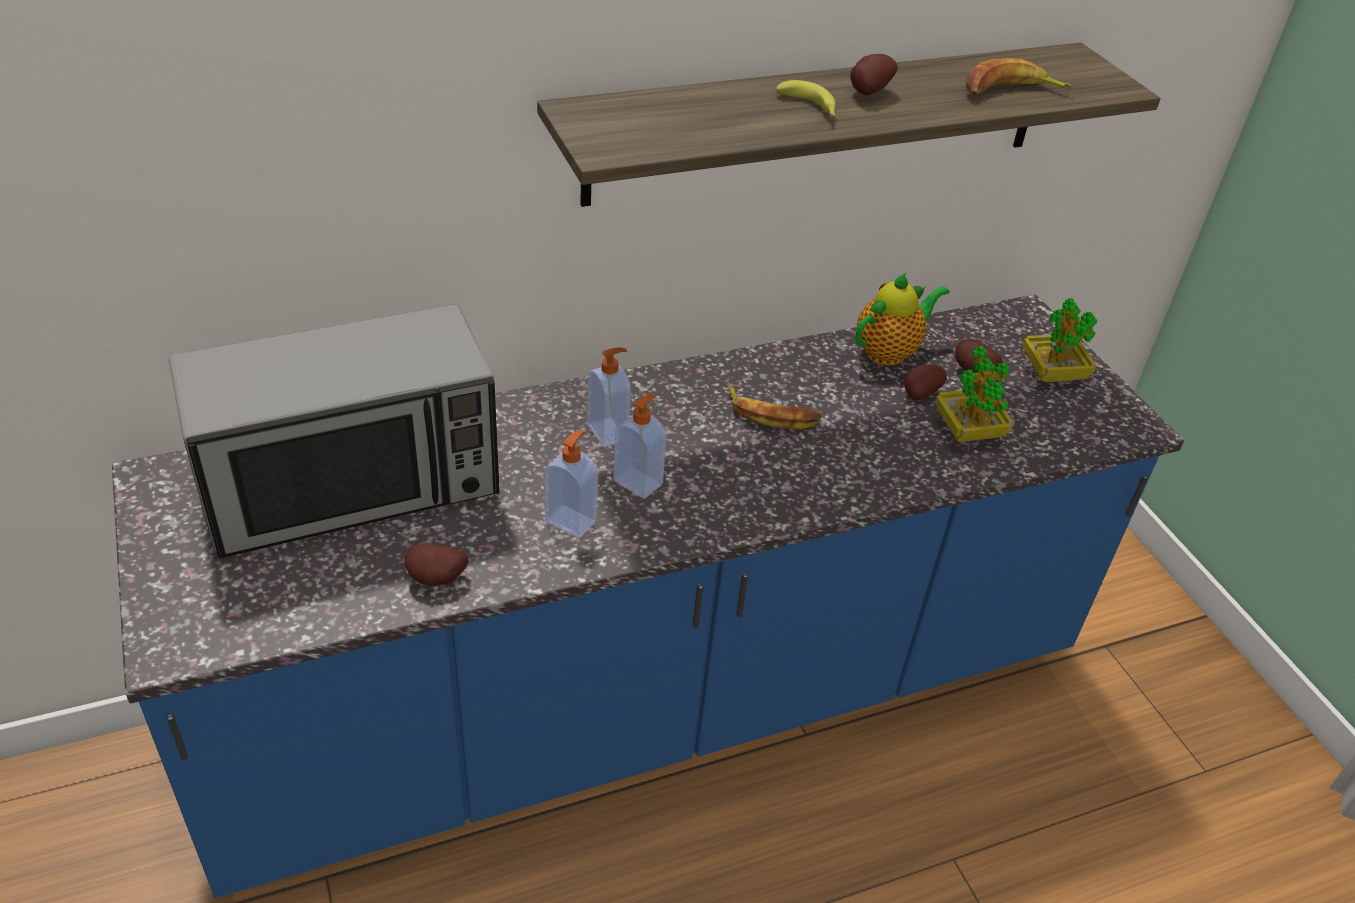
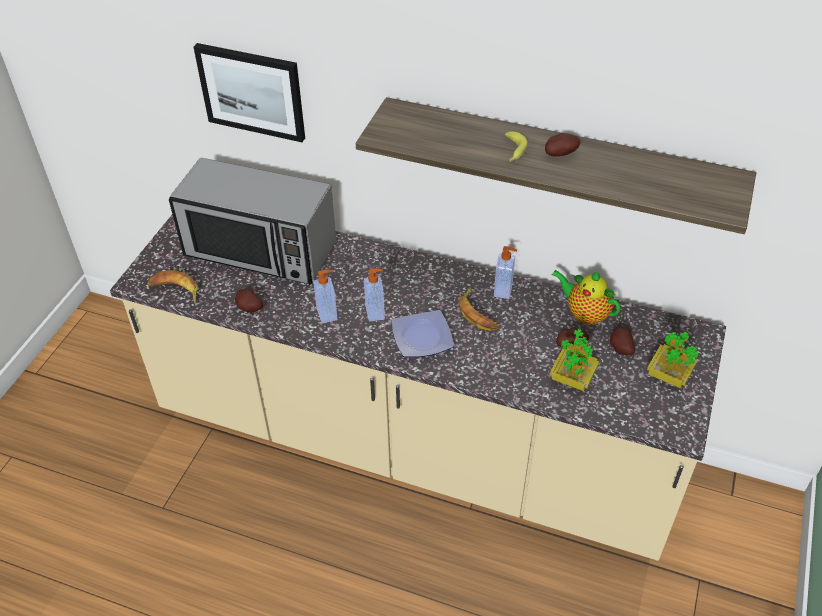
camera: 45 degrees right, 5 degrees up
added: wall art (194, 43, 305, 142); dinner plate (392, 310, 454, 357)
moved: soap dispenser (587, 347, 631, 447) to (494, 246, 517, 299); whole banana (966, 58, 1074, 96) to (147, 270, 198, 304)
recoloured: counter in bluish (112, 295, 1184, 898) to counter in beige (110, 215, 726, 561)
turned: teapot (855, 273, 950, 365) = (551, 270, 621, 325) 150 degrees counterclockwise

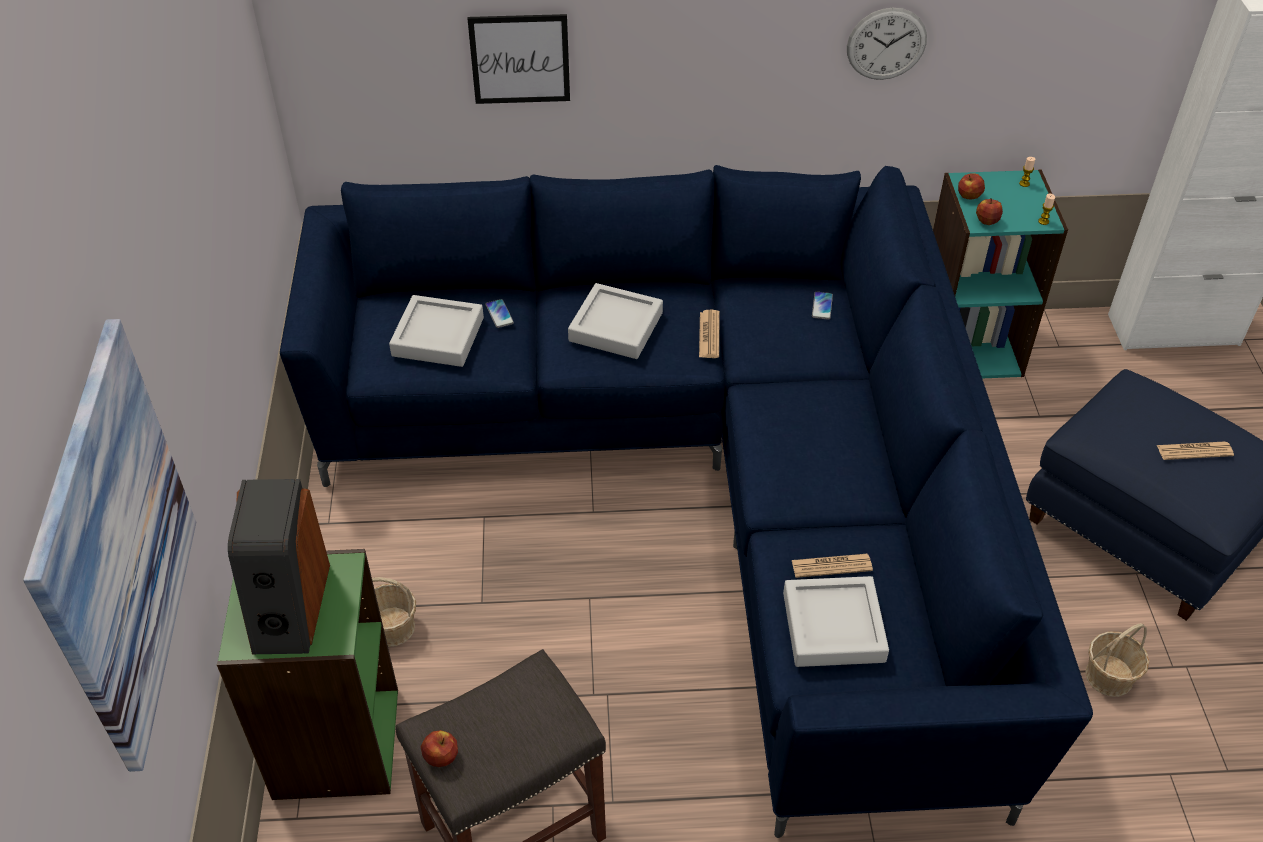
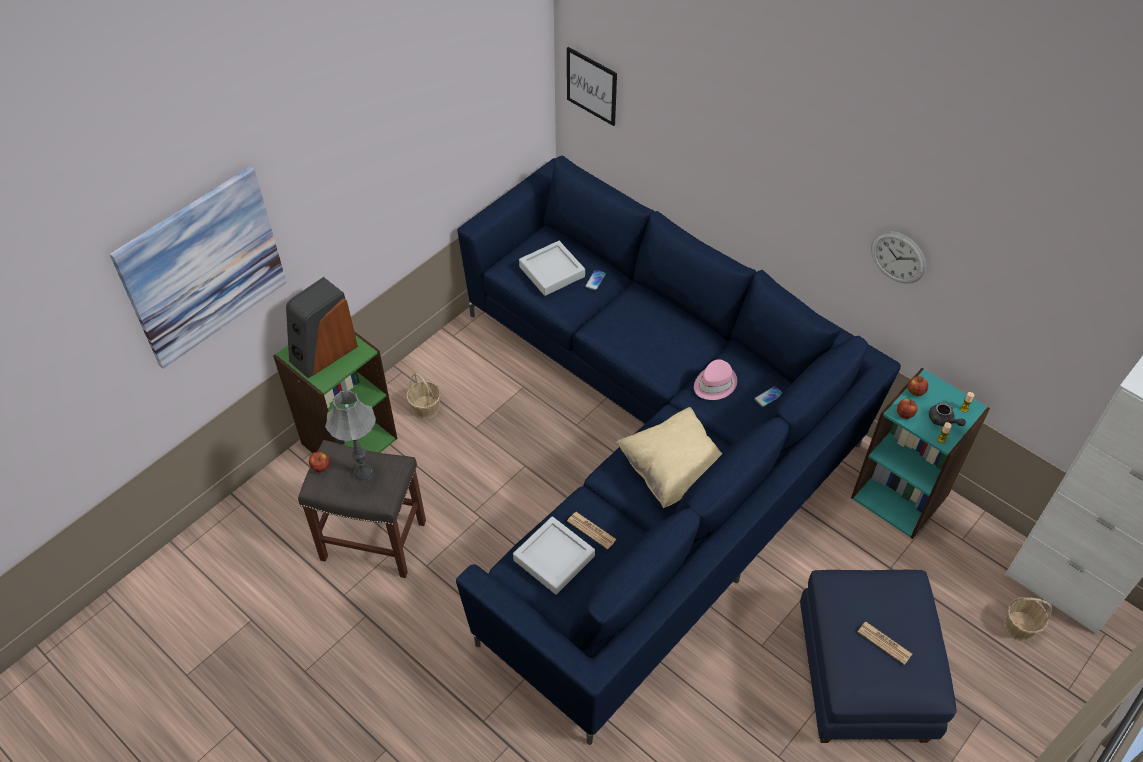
camera: 45 degrees right, 5 degrees up
removed: serving tray in greyish (568, 283, 663, 359); daily paper (699, 310, 719, 358)
added: tabletop lamp in greyish (325, 390, 376, 482); pillow in beige (616, 407, 723, 508); clothing hat in pink (694, 359, 737, 400); teapot in greyish (929, 402, 966, 426)
moved: wall art (467, 14, 570, 104) to (567, 47, 617, 126); storage basket (1085, 623, 1149, 697) to (1004, 597, 1052, 641)

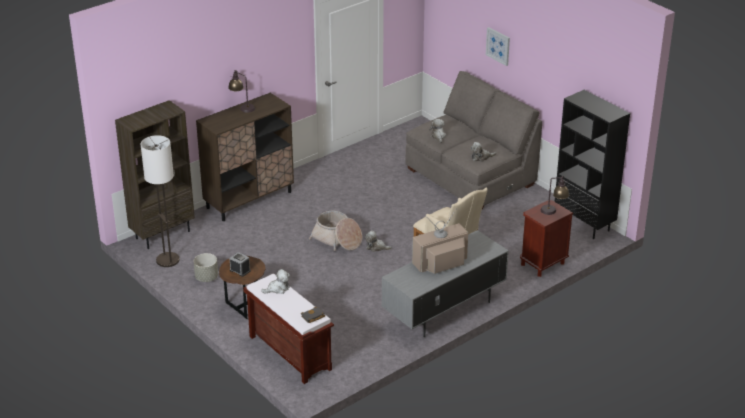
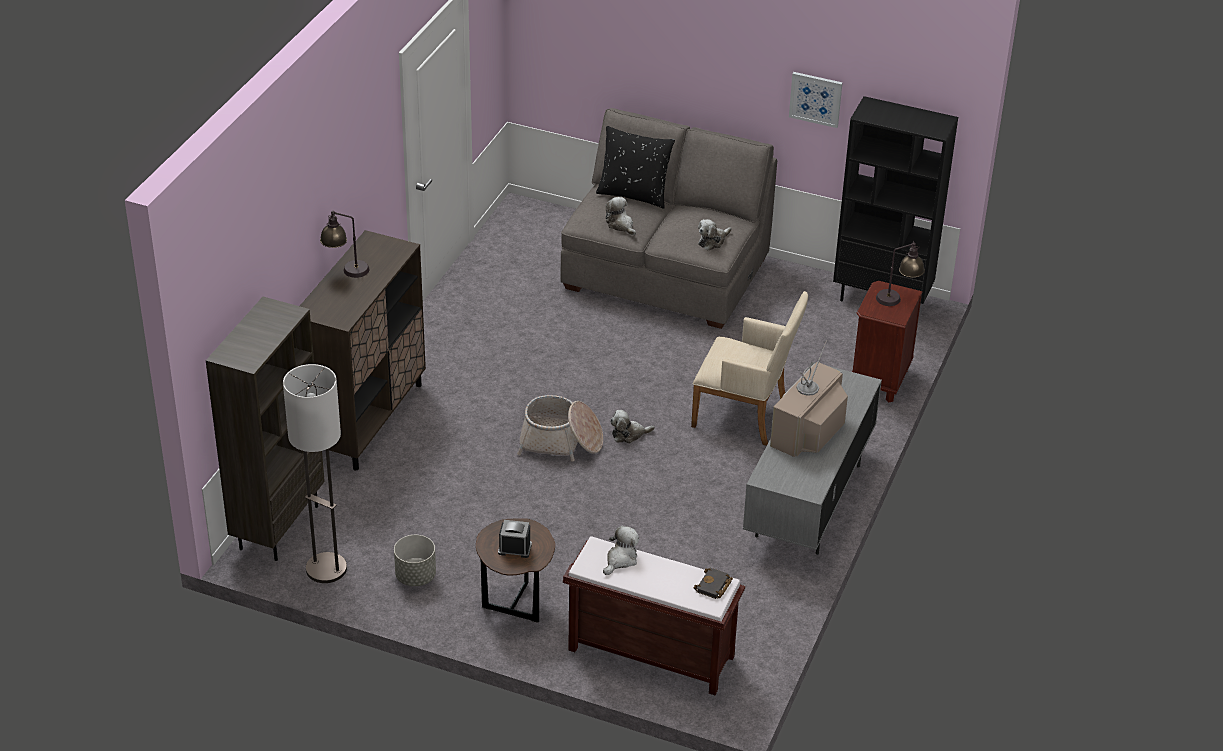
camera: 30 degrees left, 5 degrees up
added: pillow in black-coloured (596, 126, 675, 208)
moved: wall art (486, 27, 510, 66) to (789, 72, 843, 128)

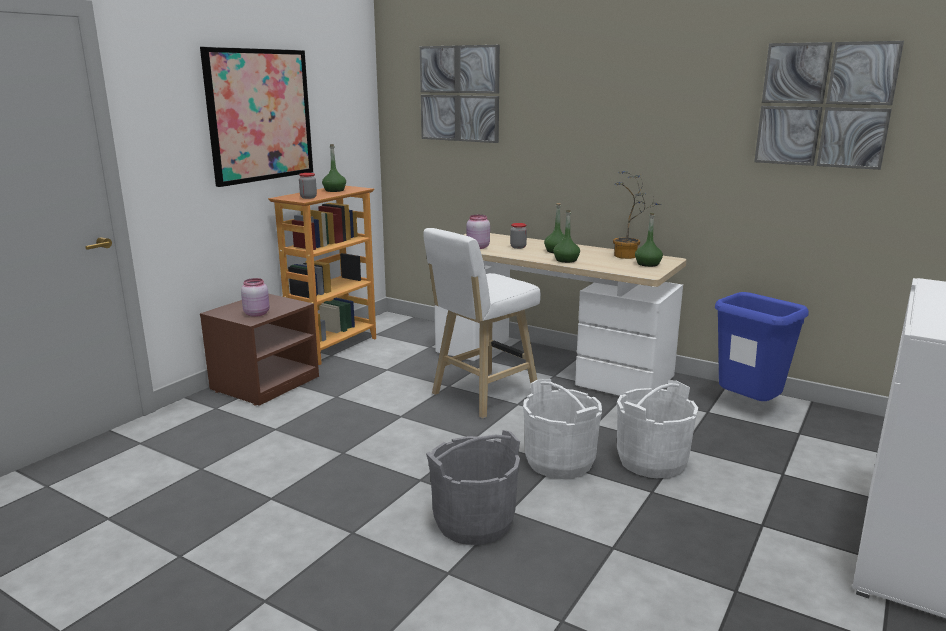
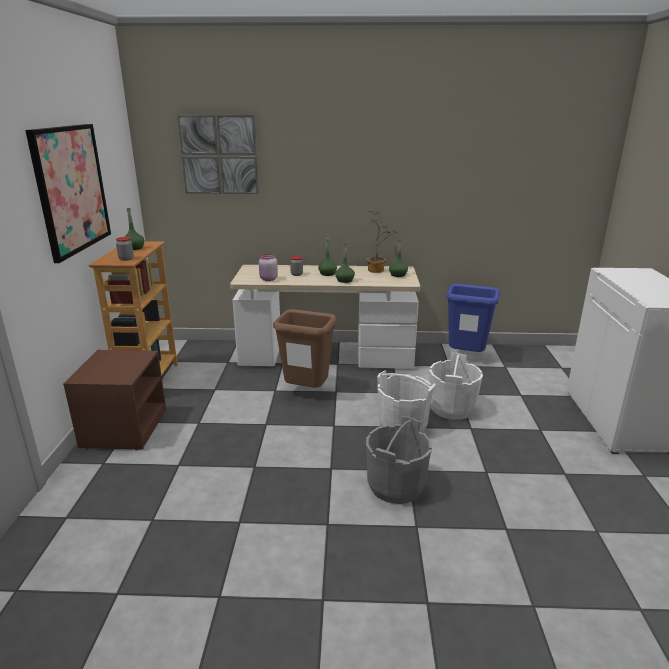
camera: 30 degrees left, 5 degrees up
removed: preserve jar in pink (241, 278, 270, 317); wall art (754, 41, 904, 170)
replaced: sitting stool in whitish (424, 228, 541, 418) to rubbish bin in brownish (273, 309, 337, 388)

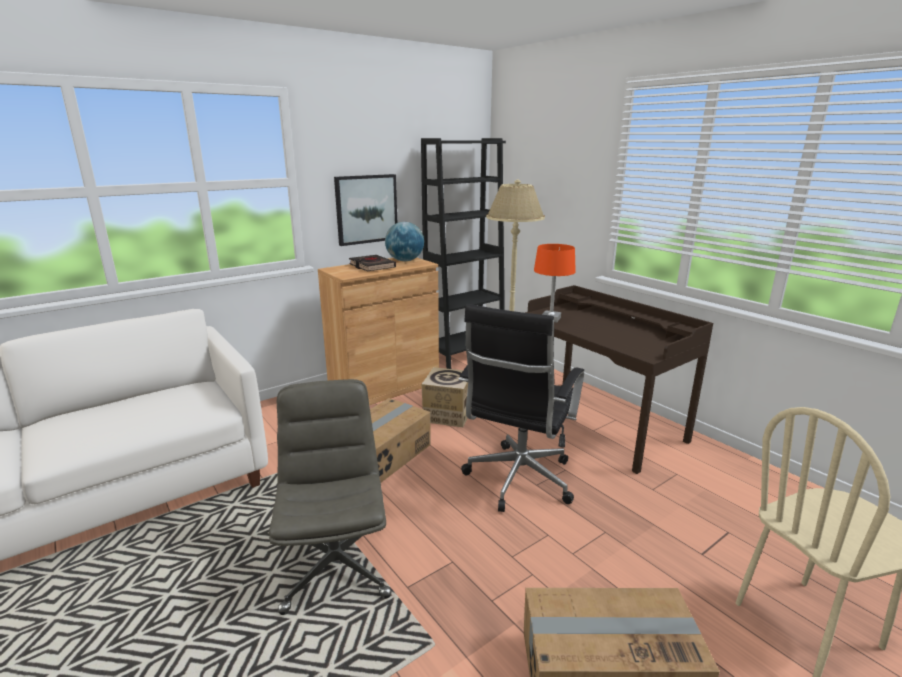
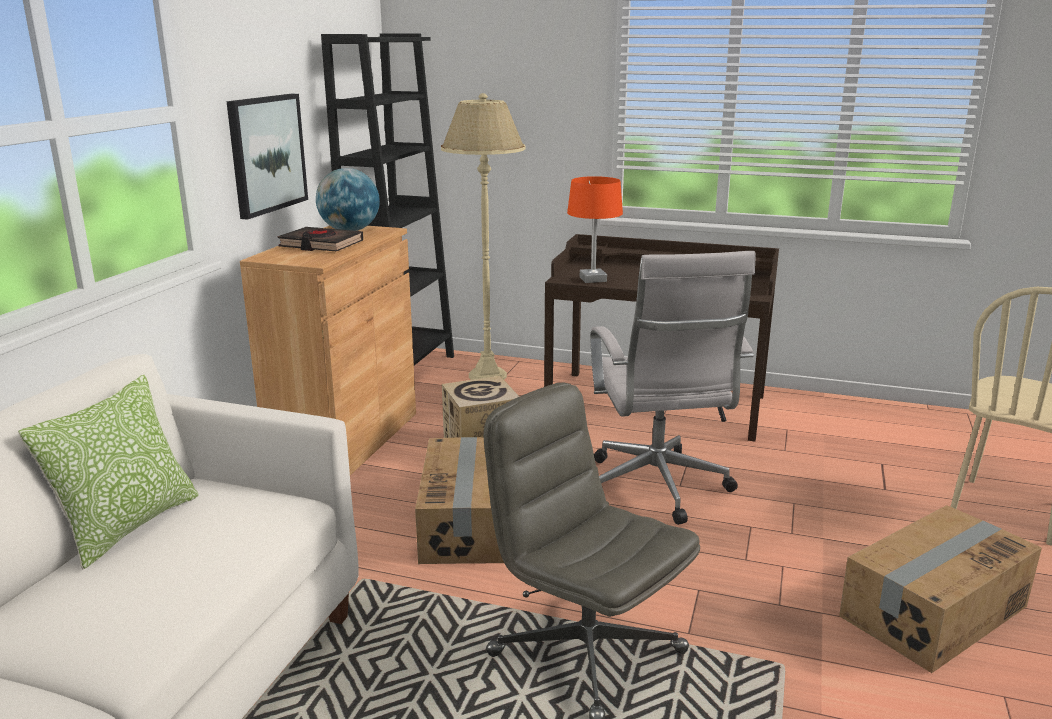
camera: 35 degrees left, 0 degrees up
added: pillow (18, 375, 199, 570)
recoloured: computer chair in black-coloured (459, 304, 584, 512) to computer chair in whitish (590, 251, 756, 525)

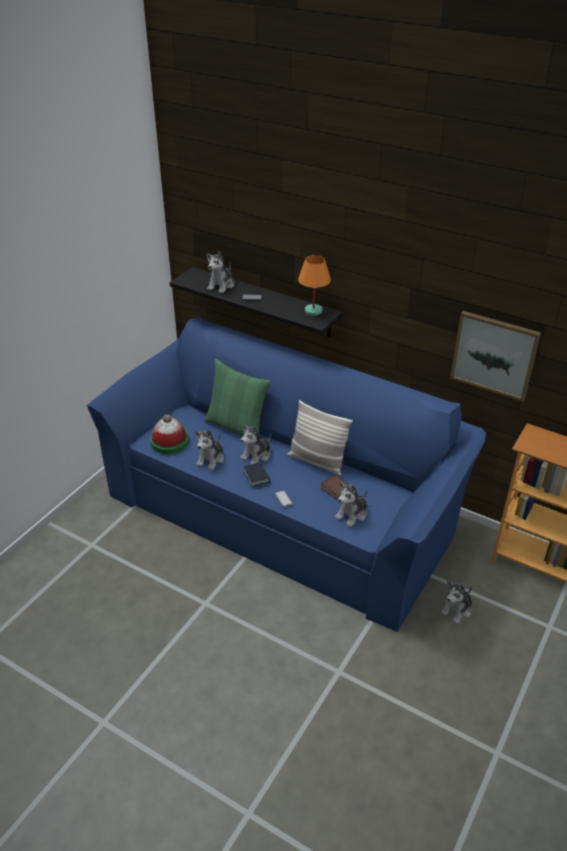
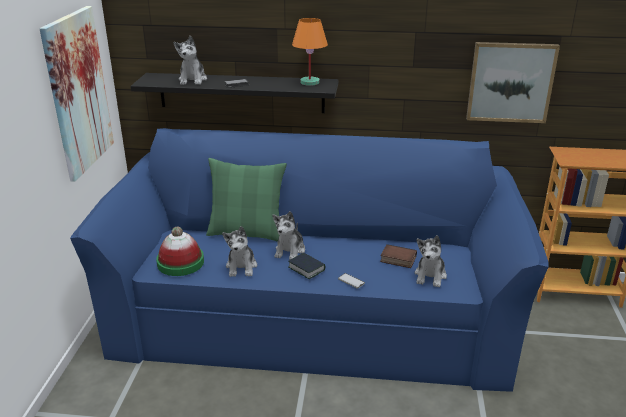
camera: 25 degrees left, 10 degrees down
removed: pillow (287, 400, 353, 476); plush toy (440, 580, 472, 624)
added: wall art (39, 6, 114, 182)

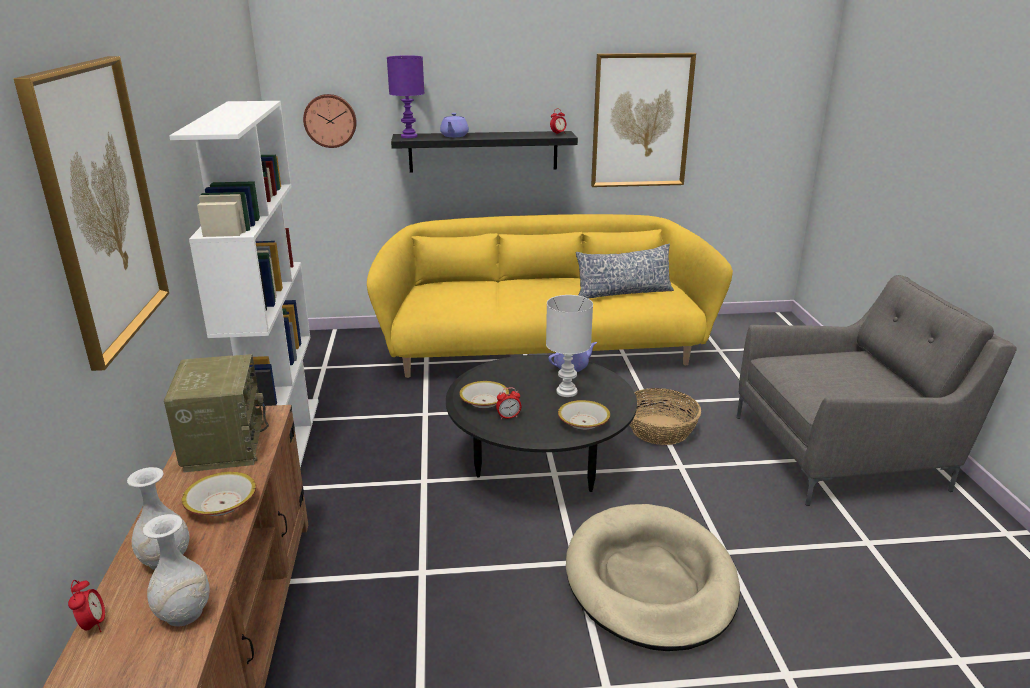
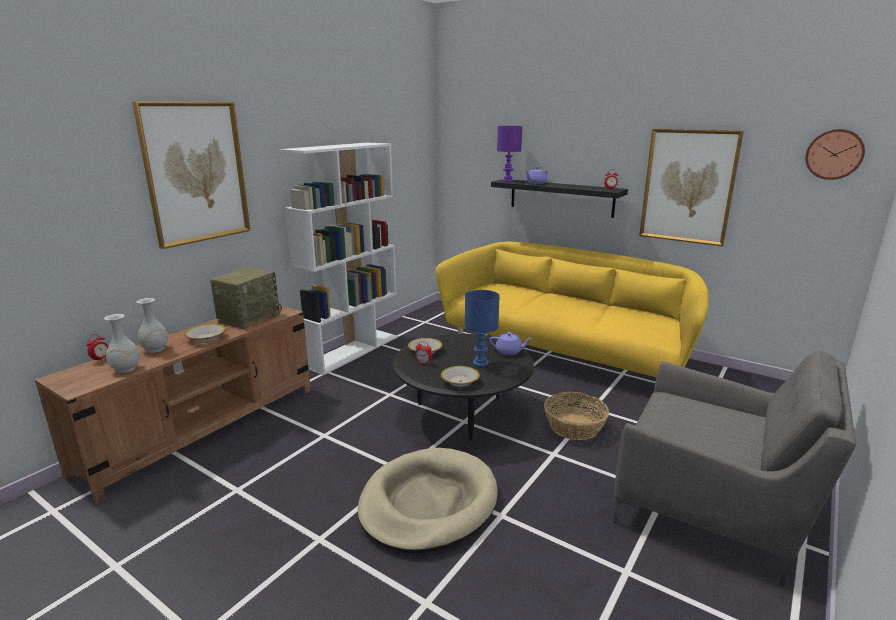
camera: 40 degrees right, 5 degrees down
removed: pillow (576, 244, 674, 299)
moved: hanging clock (303, 94, 357, 148) to (805, 129, 865, 180)
recoloured: tabletop lamp in whitish (546, 295, 593, 397) to tabletop lamp in bluish (465, 290, 500, 367)

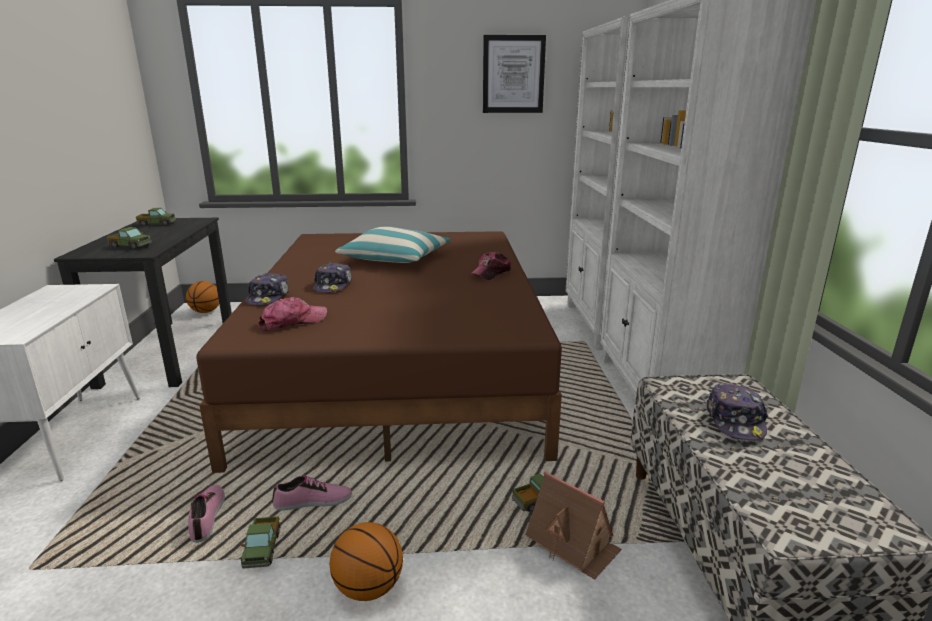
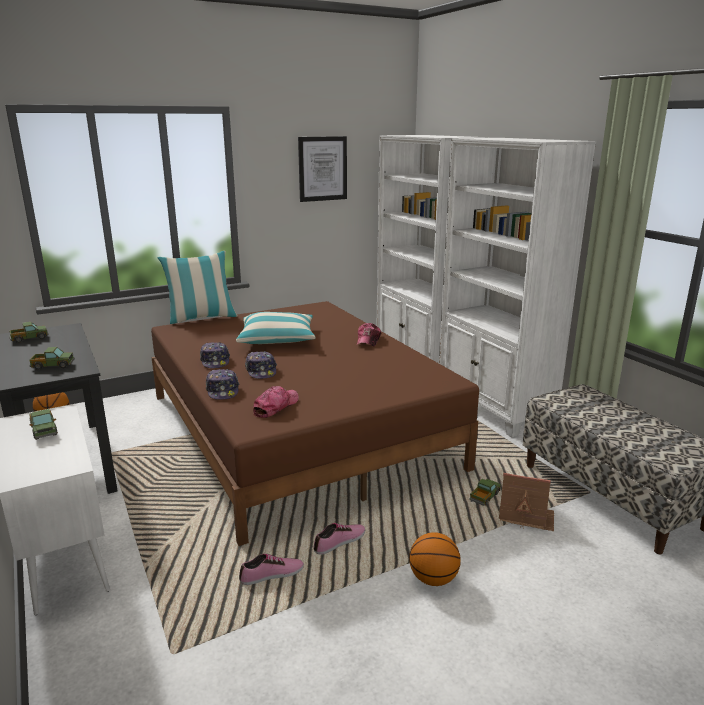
camera: 25 degrees left, 0 degrees up
added: pillow (157, 251, 238, 324)
moved: toy truck (241, 516, 281, 569) to (29, 409, 58, 440); baseball cap (707, 383, 768, 441) to (200, 342, 230, 368)
turned: low shoe (188, 485, 225, 543) = (239, 554, 304, 585) 105 degrees clockwise

